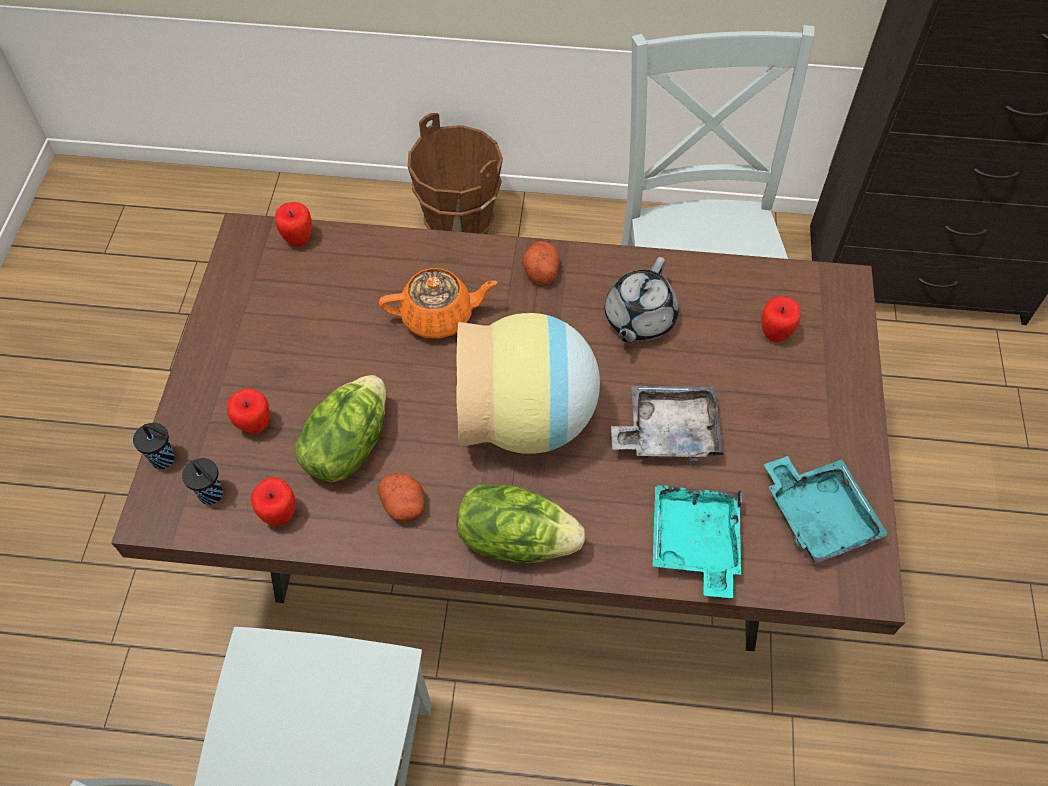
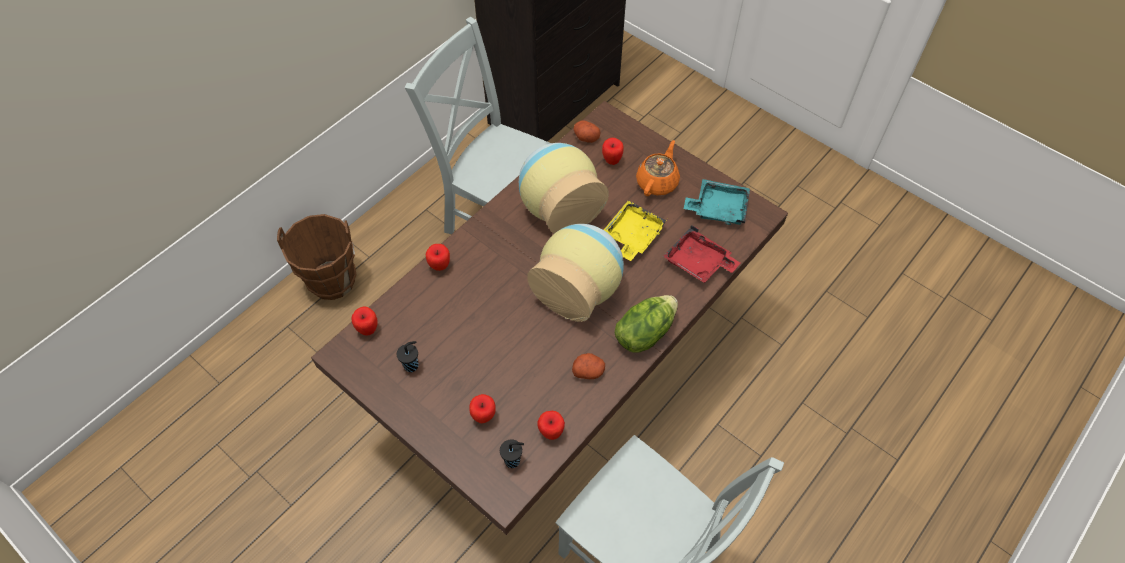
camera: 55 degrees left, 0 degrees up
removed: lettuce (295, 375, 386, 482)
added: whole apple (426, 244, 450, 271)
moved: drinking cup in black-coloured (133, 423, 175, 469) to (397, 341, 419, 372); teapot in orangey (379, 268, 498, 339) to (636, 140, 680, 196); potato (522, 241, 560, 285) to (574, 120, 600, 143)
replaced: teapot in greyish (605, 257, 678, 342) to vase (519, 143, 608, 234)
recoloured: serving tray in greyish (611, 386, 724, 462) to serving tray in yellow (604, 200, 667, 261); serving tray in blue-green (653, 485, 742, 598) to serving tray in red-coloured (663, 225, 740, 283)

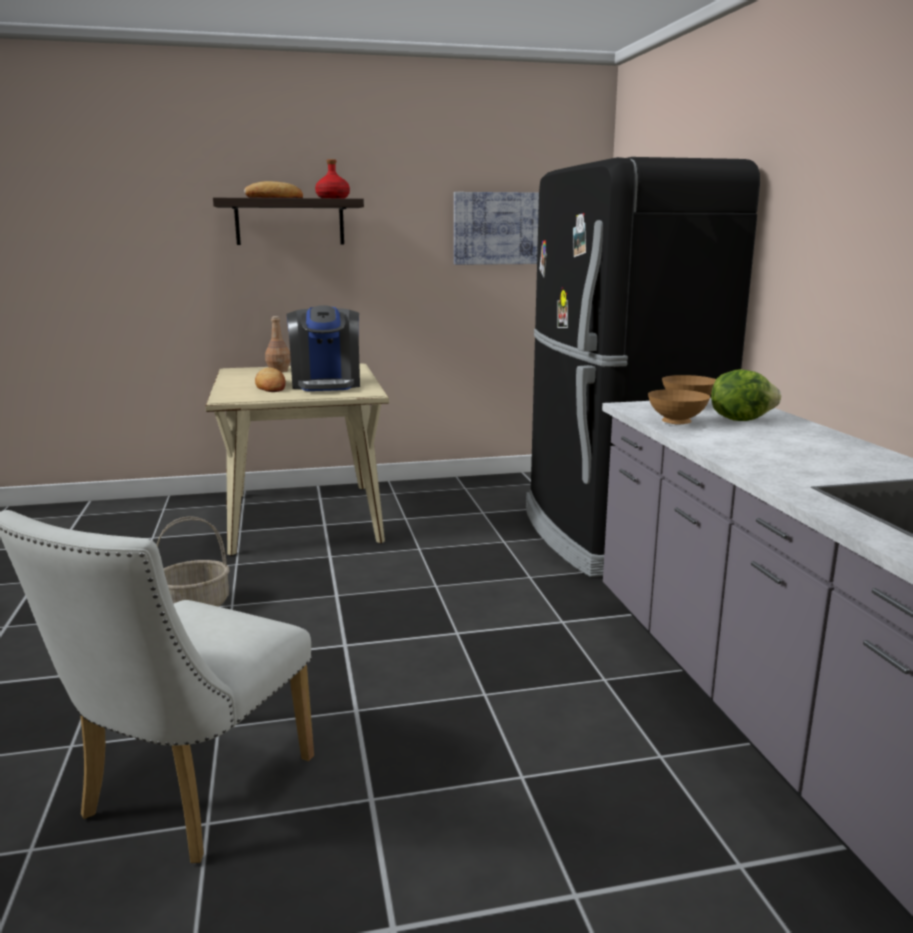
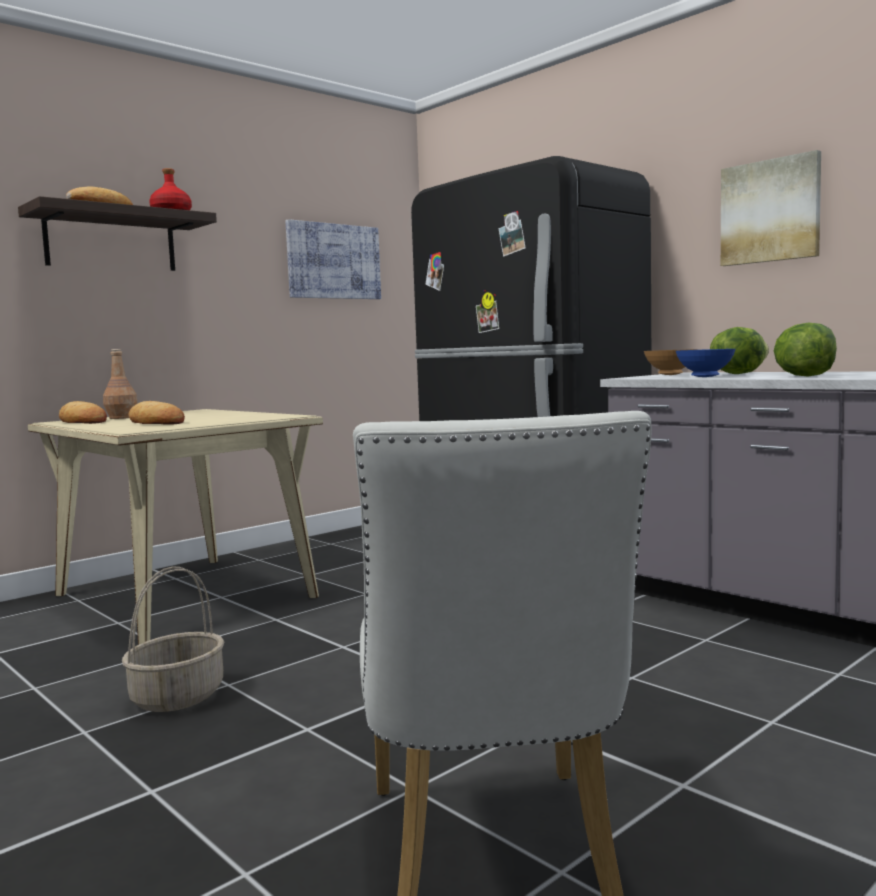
camera: 30 degrees left, 10 degrees down
removed: coffee maker (286, 305, 360, 391)
added: bakery bread (59, 401, 107, 424); wall art (721, 150, 821, 266); lettuce (774, 323, 837, 377)
recoloured: serving bowl in brownish (648, 389, 710, 425) to serving bowl in bluish (676, 349, 736, 377)

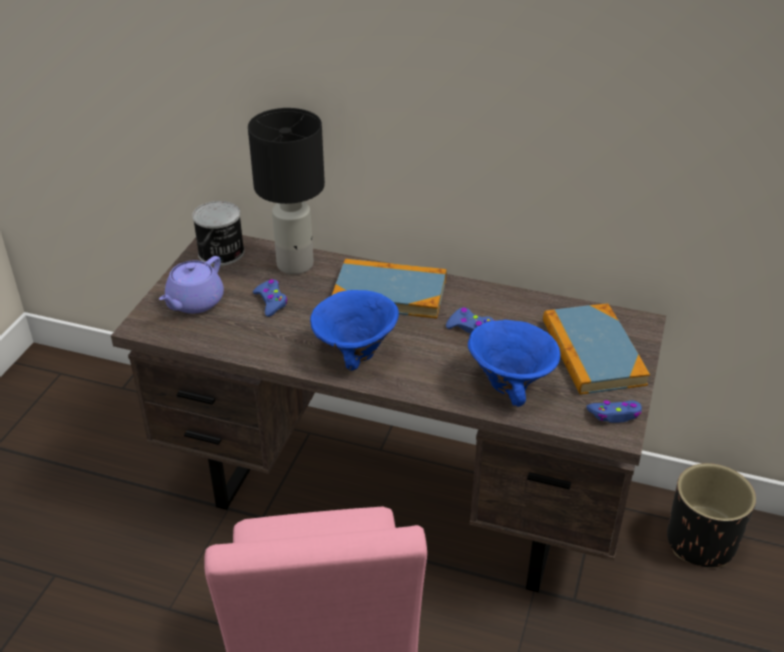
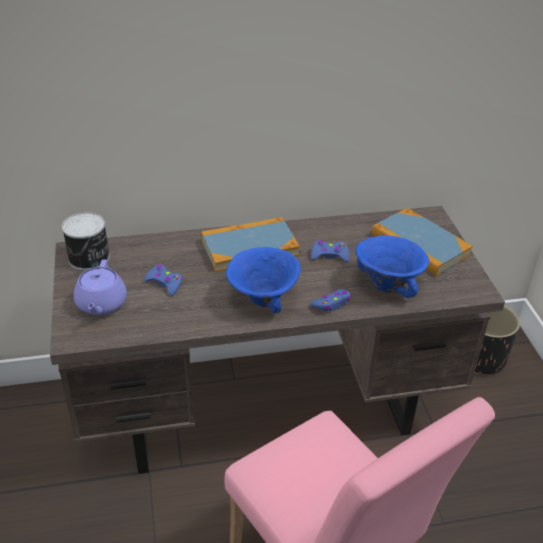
camera: 30 degrees left, 0 degrees up
removed: tabletop lamp in black-coloured (248, 108, 325, 275)
moved: gamepad in bluish (587, 400, 642, 423) to (310, 289, 351, 311)

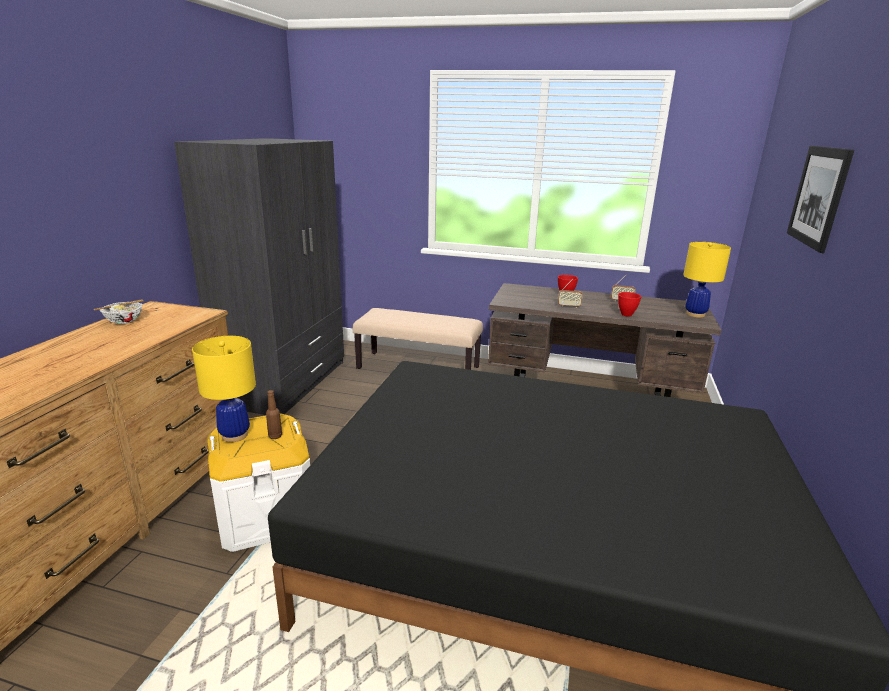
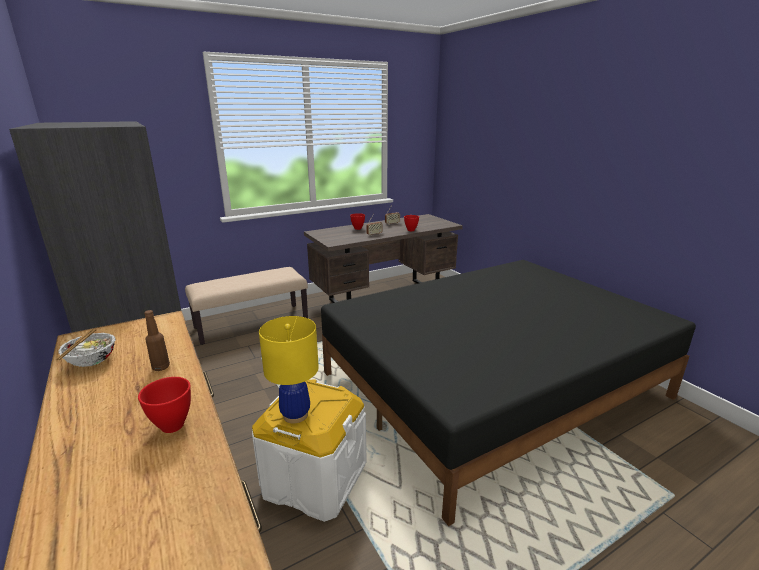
camera: 45 degrees left, 0 degrees up
removed: tabletop lamp in yellow (683, 242, 731, 318); wall art (787, 146, 854, 253)
added: serving bowl in red-coloured (138, 377, 191, 433)
moved: bottle in brownish (266, 390, 282, 439) to (144, 310, 170, 371)

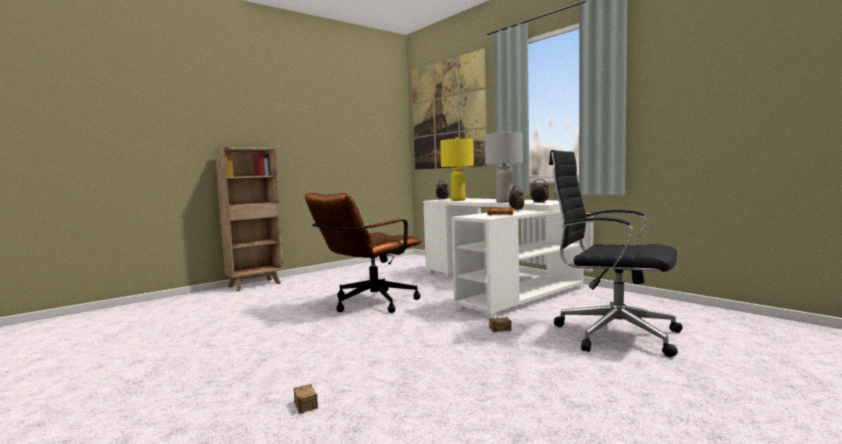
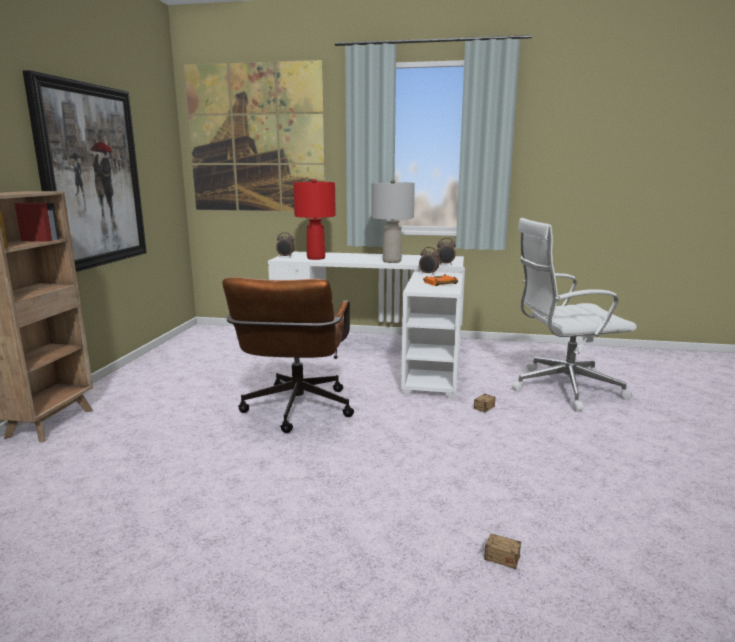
camera: 40 degrees left, 10 degrees up
added: wall art (23, 70, 147, 272)
recoloured: tabletop lamp in yellow (440, 137, 474, 201) to tabletop lamp in red-coloured (293, 179, 336, 260); computer chair in black-coloured (549, 150, 682, 357) to computer chair in whitish (512, 218, 637, 411)

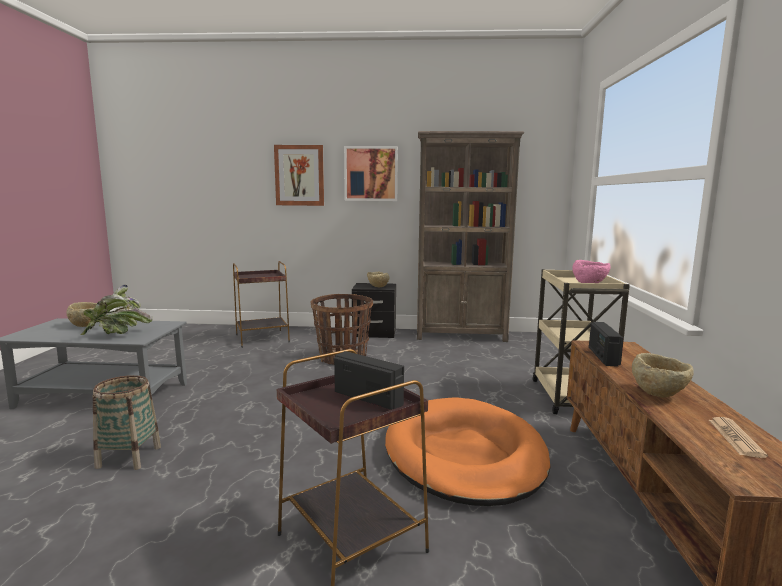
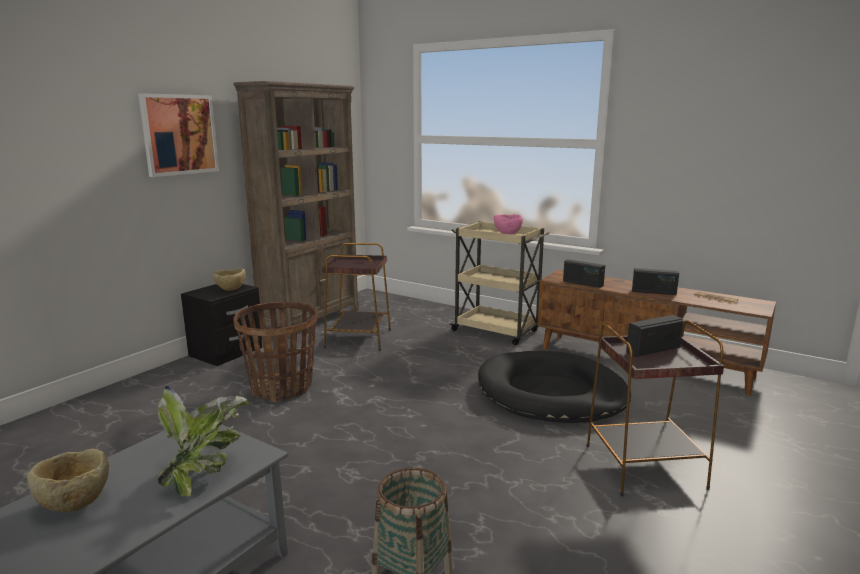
camera: 60 degrees left, 5 degrees up
removed: wall art (274, 145, 324, 206)
moved: side table in brownish (233, 261, 290, 348) to (322, 243, 391, 351)
replaced: serving bowl in beige (632, 353, 694, 398) to radio receiver (632, 268, 679, 295)
recoloured: dog cushion in orangey (385, 397, 551, 506) to dog cushion in black-coloured (478, 351, 631, 423)

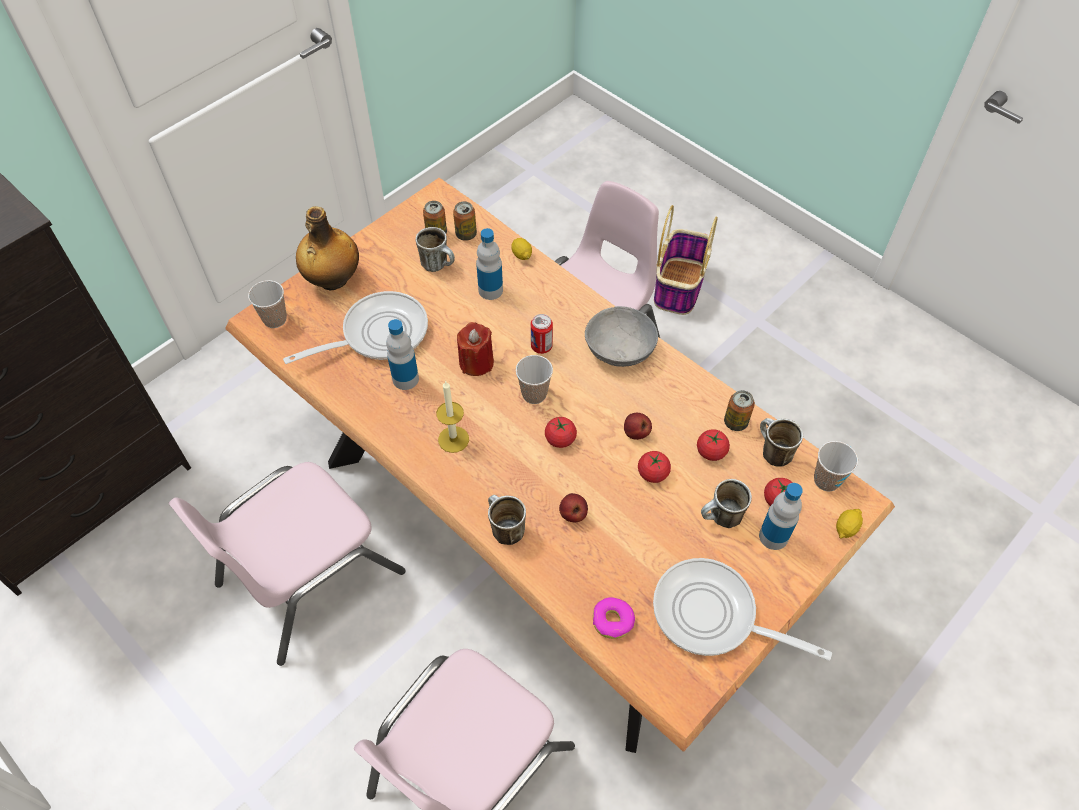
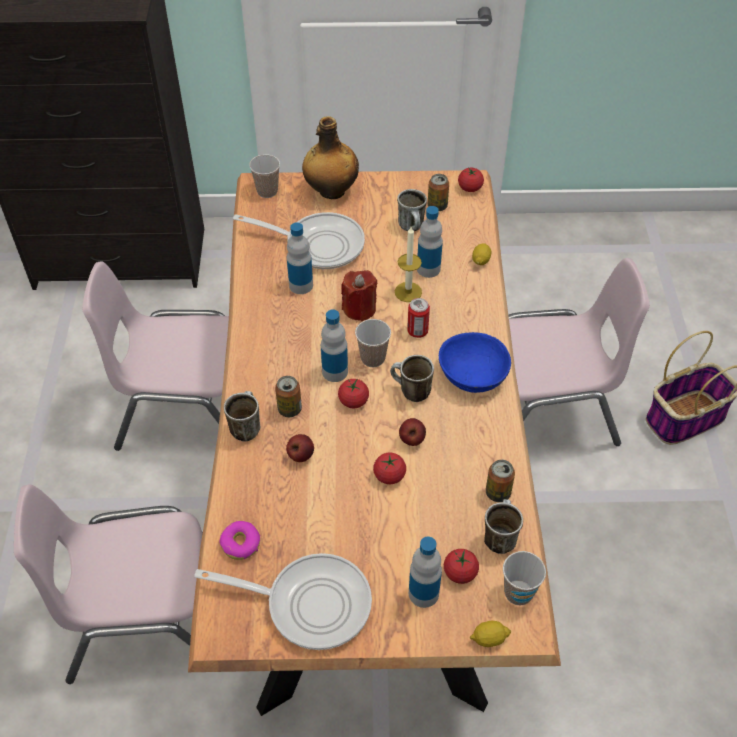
camera: 45 degrees right, 5 degrees down
added: bottle (321, 309, 348, 382)
moved: candle (436, 381, 469, 453) to (395, 227, 422, 302); can (453, 201, 477, 241) to (275, 376, 302, 417); tomato (697, 429, 730, 461) to (458, 167, 484, 192); mug (701, 479, 752, 528) to (390, 355, 434, 402)
recoloured: serving bowl in greyish (585, 306, 658, 367) to serving bowl in bluish (439, 332, 511, 393)
turned: frying pan (653, 558, 832, 661) = (194, 553, 372, 650) 120 degrees clockwise

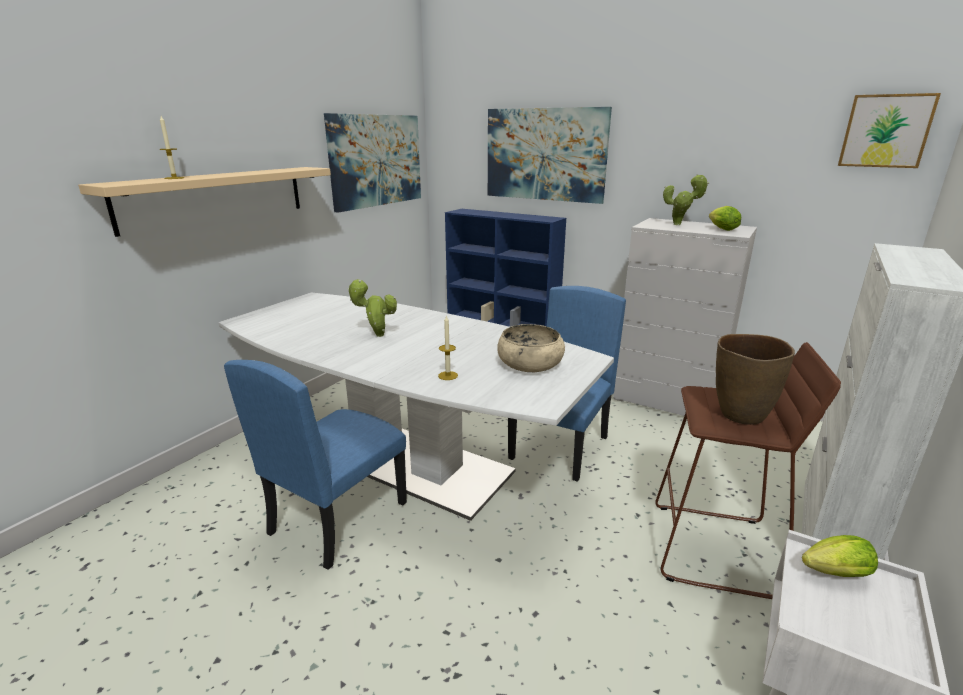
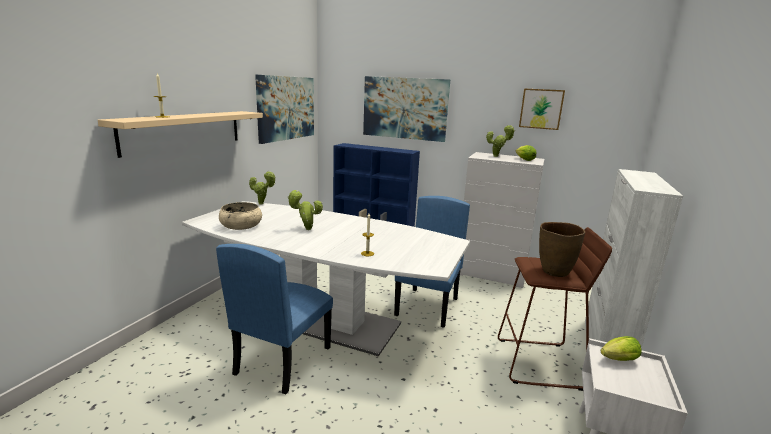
camera: 10 degrees left, 5 degrees down
added: plant in a pot (249, 171, 276, 205)
moved: serving bowl in beige (497, 324, 565, 372) to (219, 202, 262, 230); wall art (838, 93, 941, 168) to (519, 89, 565, 130)

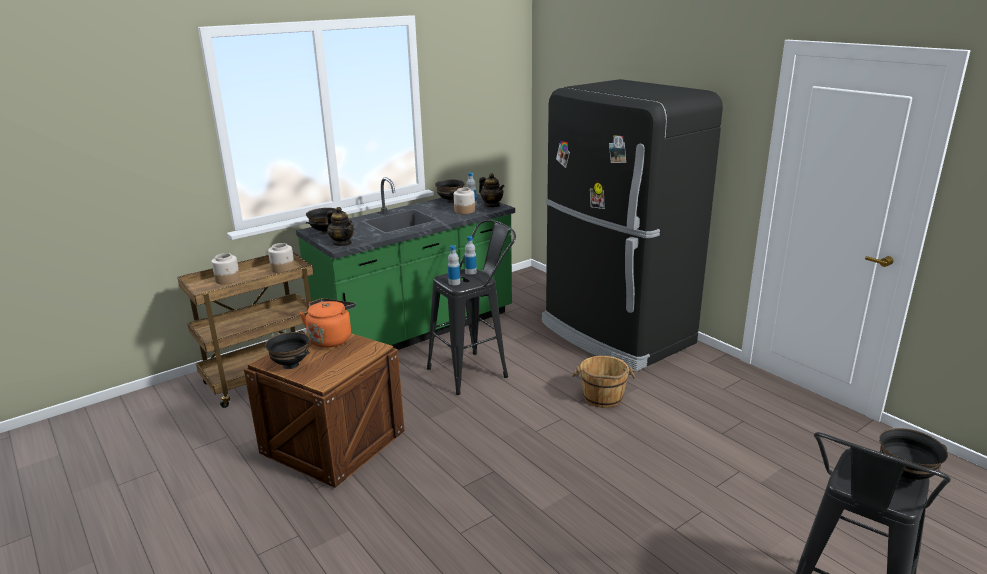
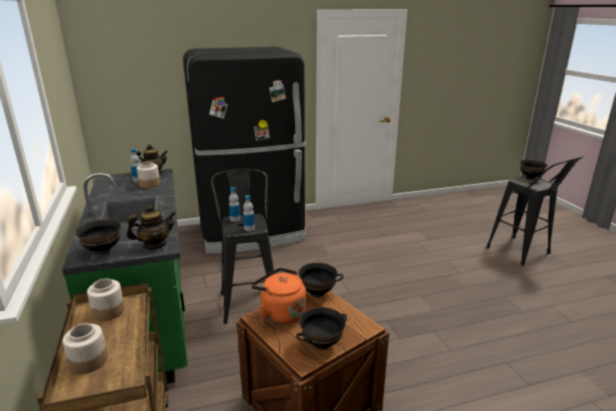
camera: 70 degrees left, 0 degrees up
removed: bucket in brownish (572, 356, 636, 408)
moved: serving bowl in black-coloured (435, 180, 465, 203) to (298, 263, 343, 297)

